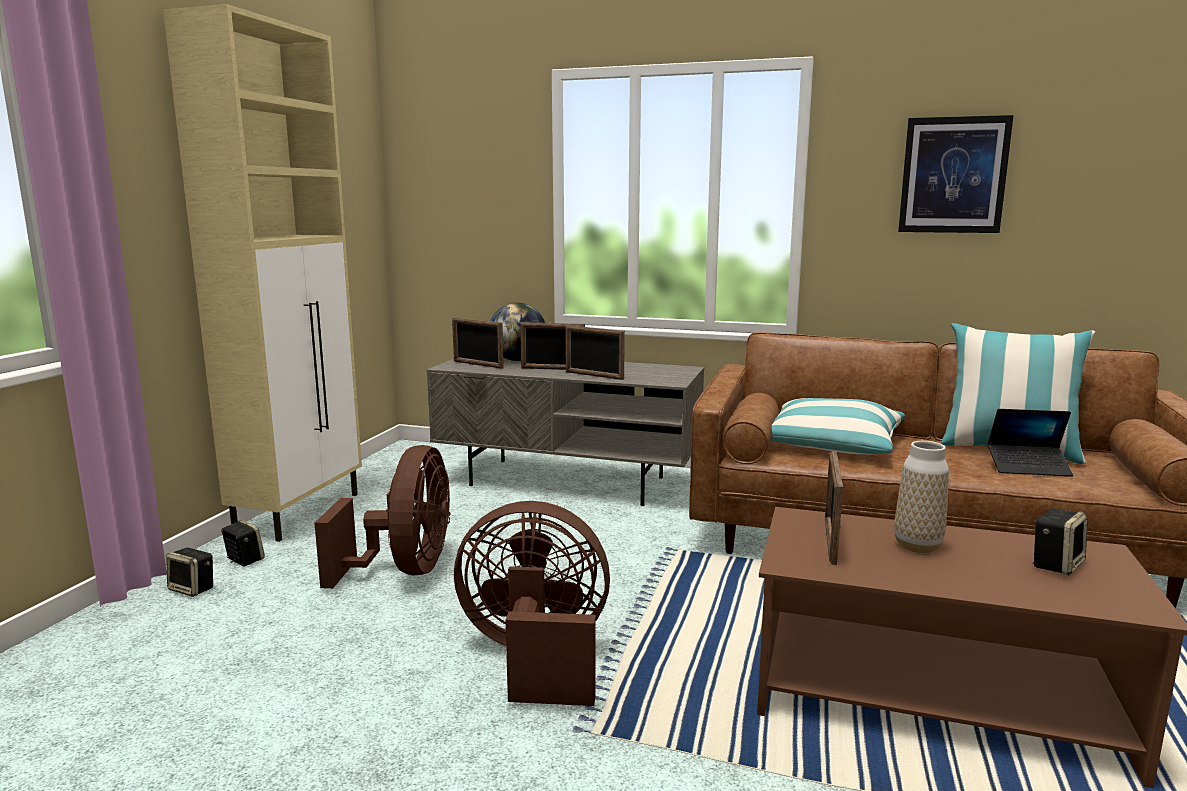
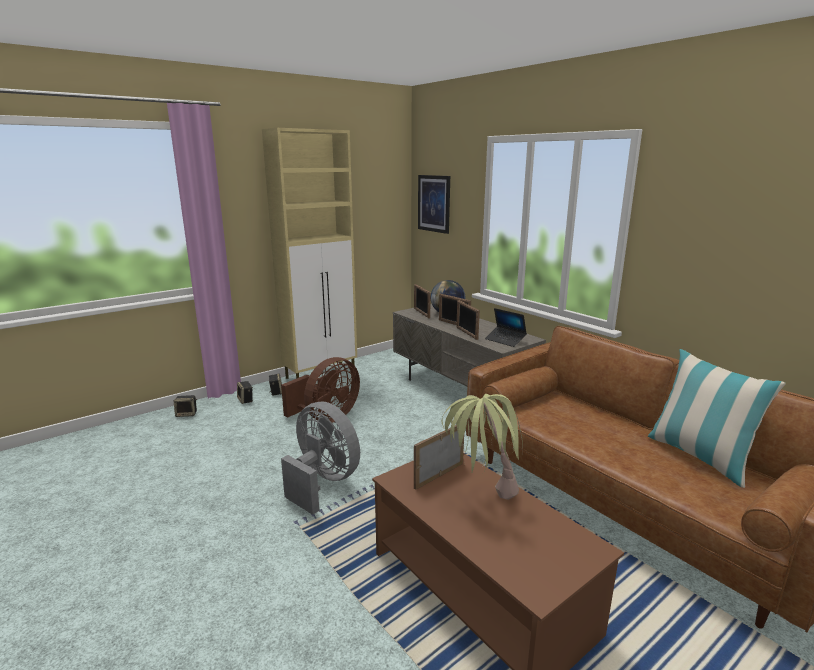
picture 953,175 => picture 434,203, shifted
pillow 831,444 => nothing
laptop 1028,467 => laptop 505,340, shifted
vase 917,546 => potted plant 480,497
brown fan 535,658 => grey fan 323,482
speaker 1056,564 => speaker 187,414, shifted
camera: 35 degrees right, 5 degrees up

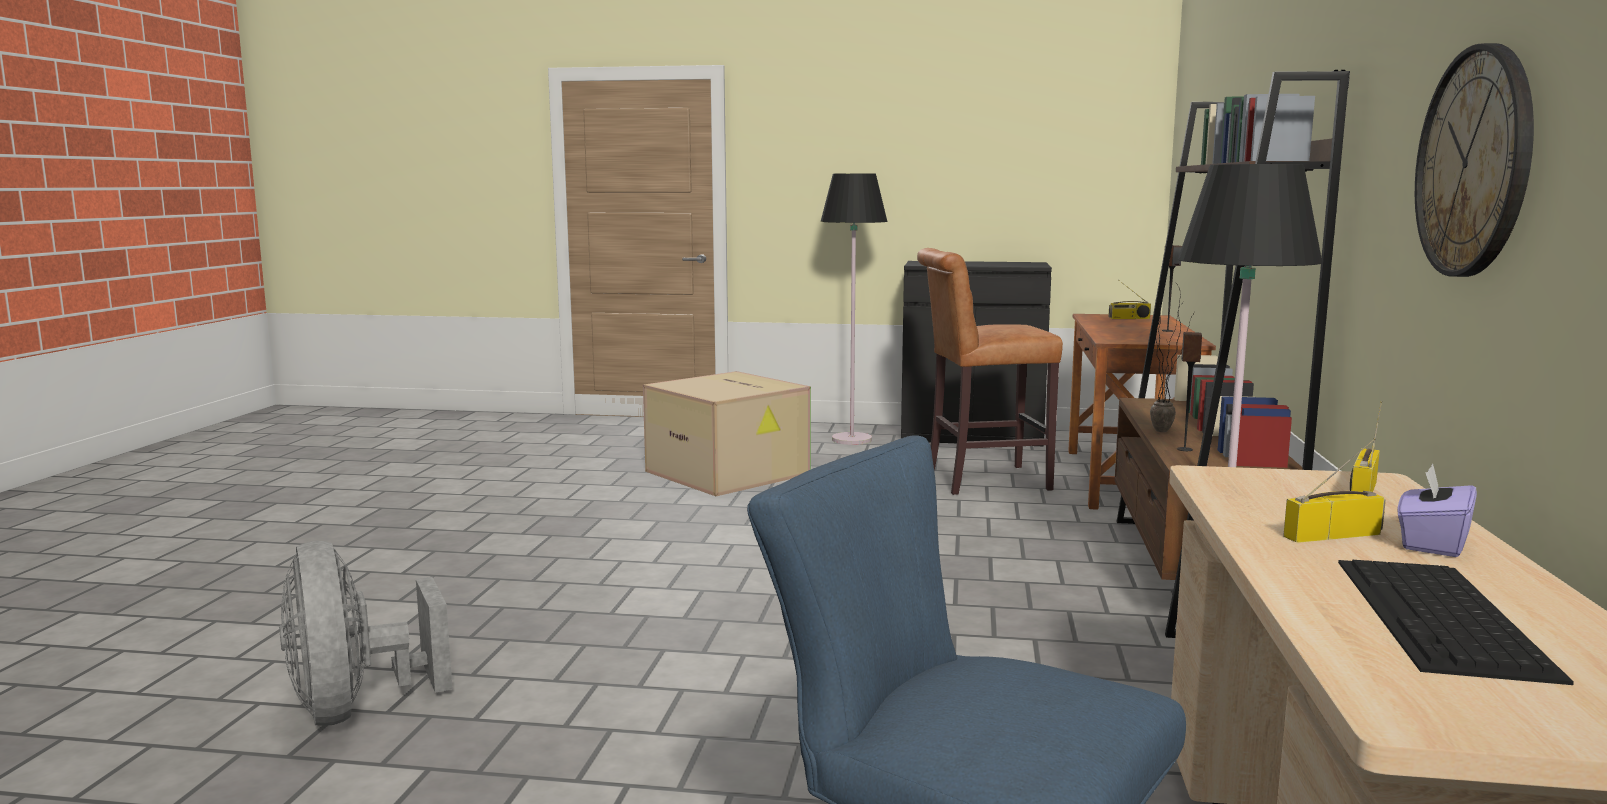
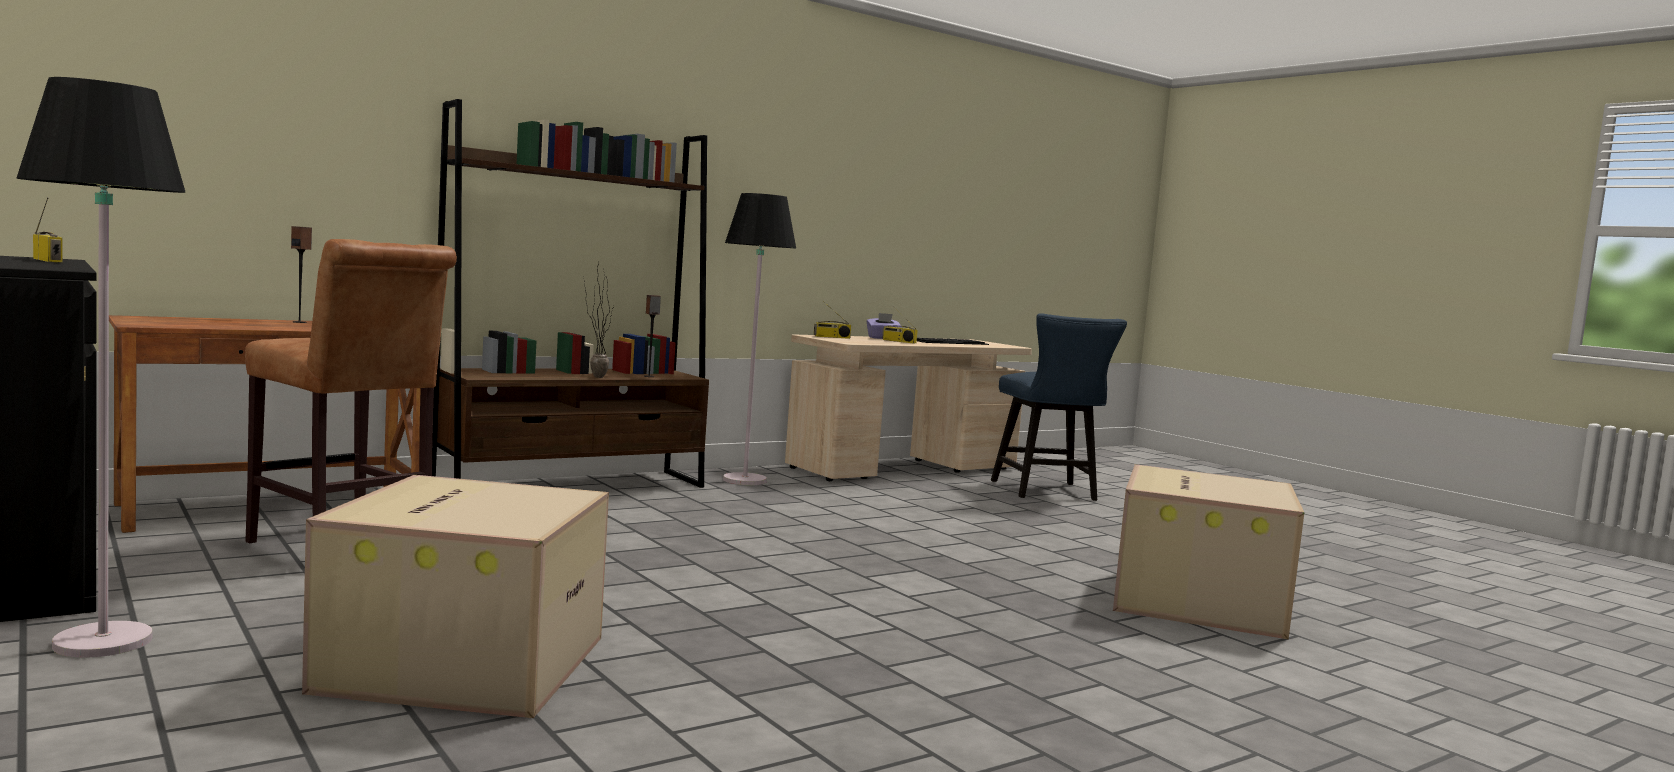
wall clock 1475,162 => nothing
radio 1129,318 => radio 49,260, shifted
grey fan 355,708 => cardboard box 1195,601
camera: 135 degrees left, 5 degrees down

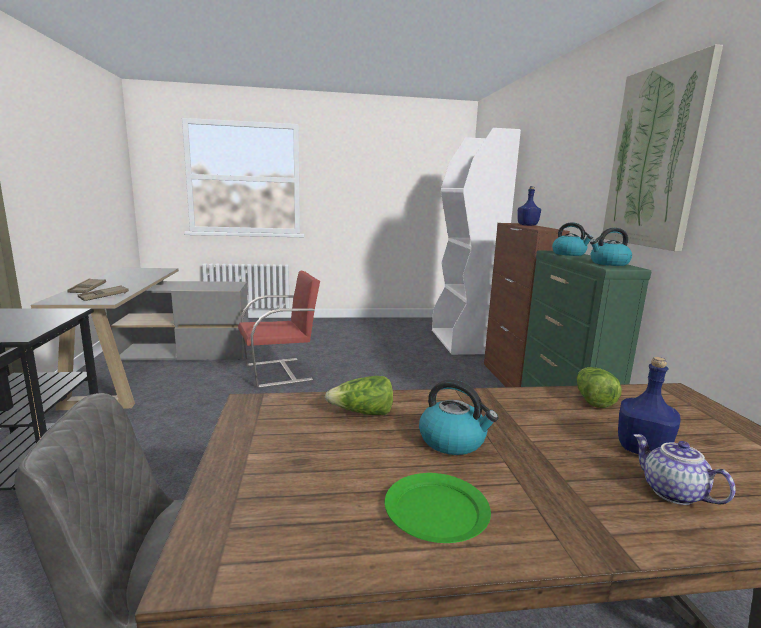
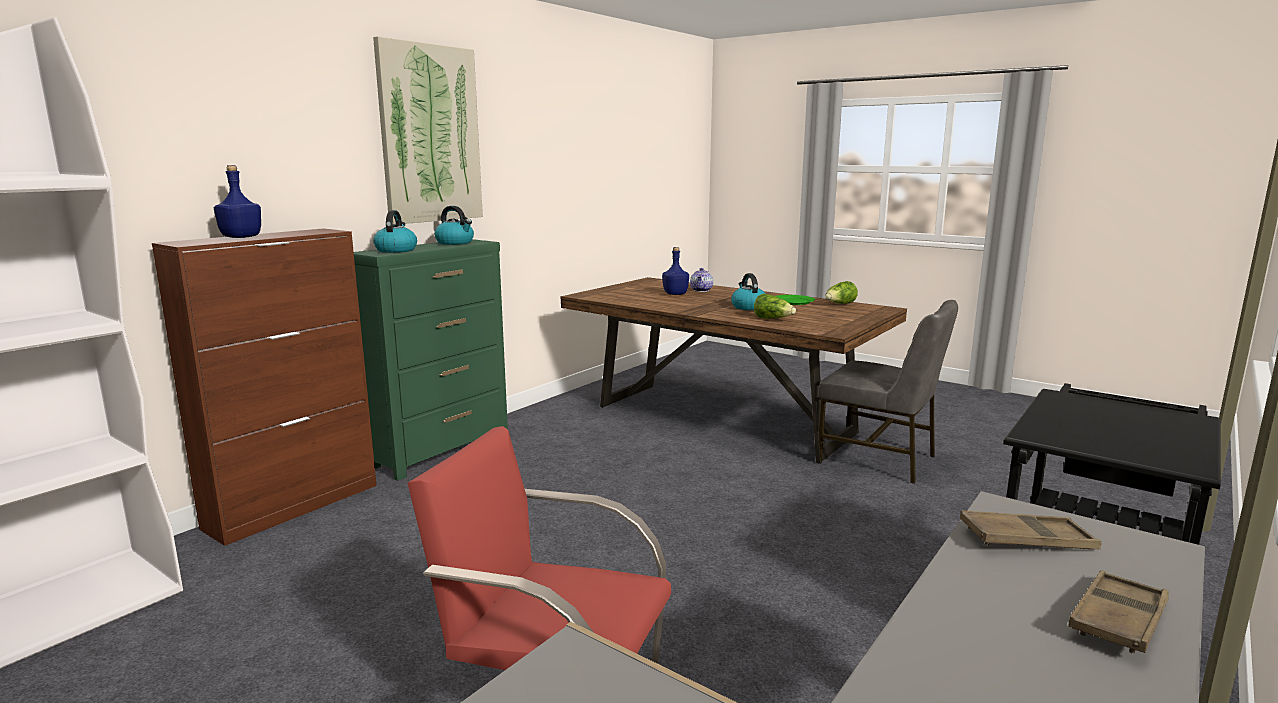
lettuce 592,399 => lettuce 840,304, shifted
camera: 135 degrees left, 0 degrees up

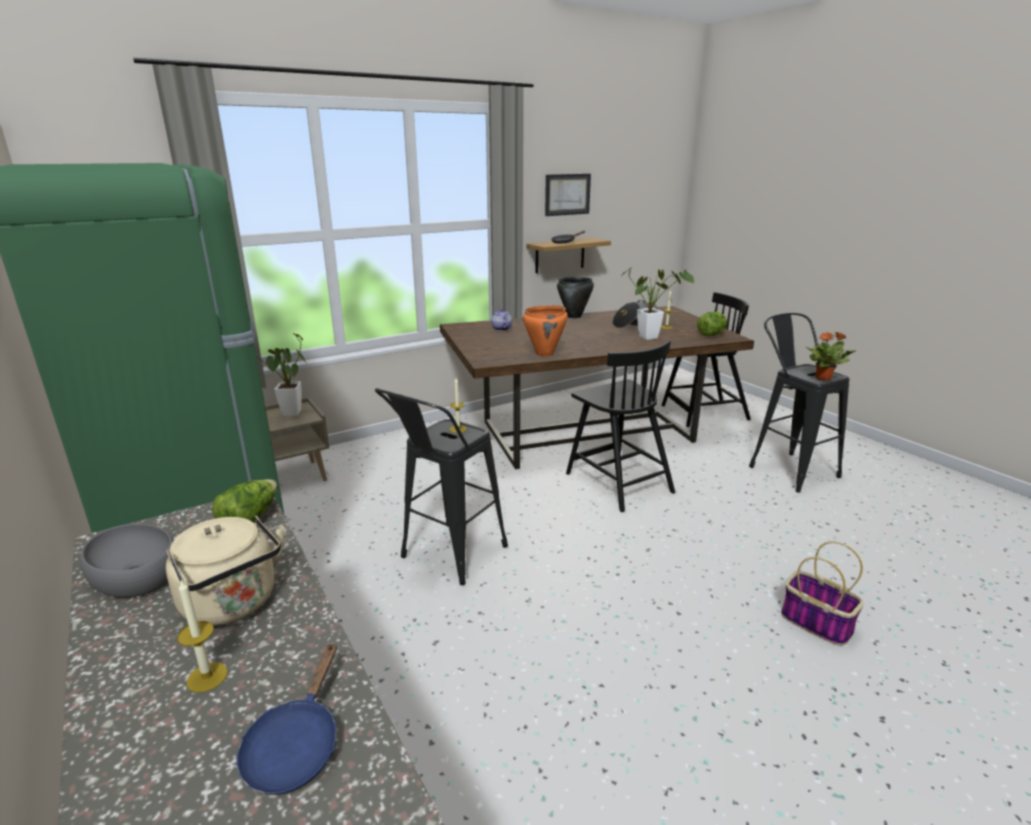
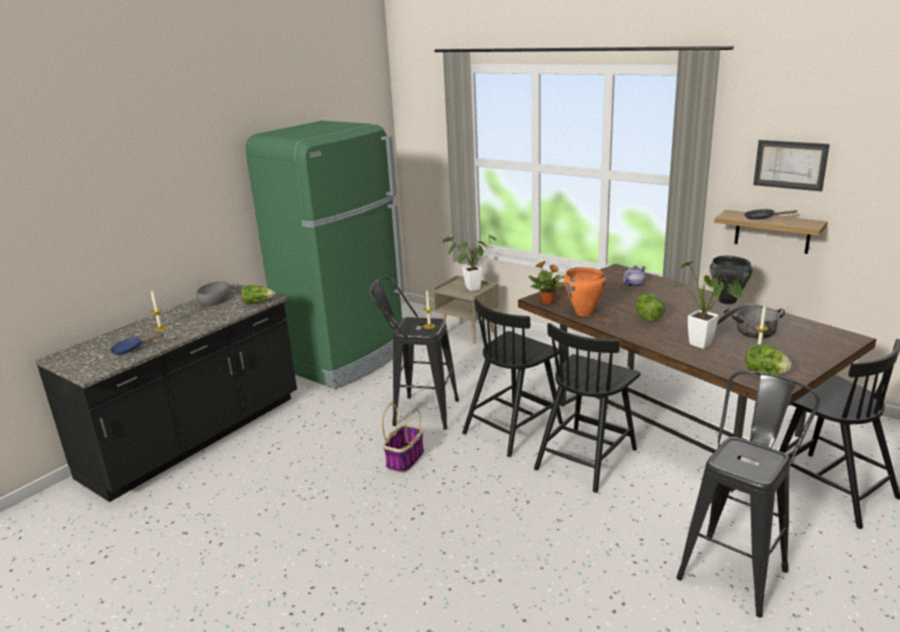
potted plant 823,378 => potted plant 548,302, shifted
beige kettle 234,604 => nothing
basket 814,622 => basket 405,459, shifted
nothing => lettuce 648,318
nothing => black chair 513,427
camera: 70 degrees right, 0 degrees up

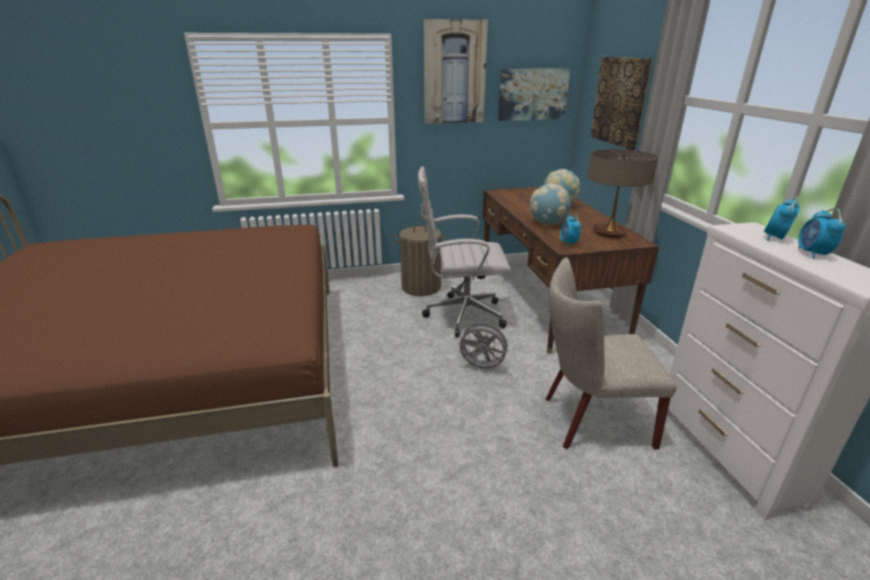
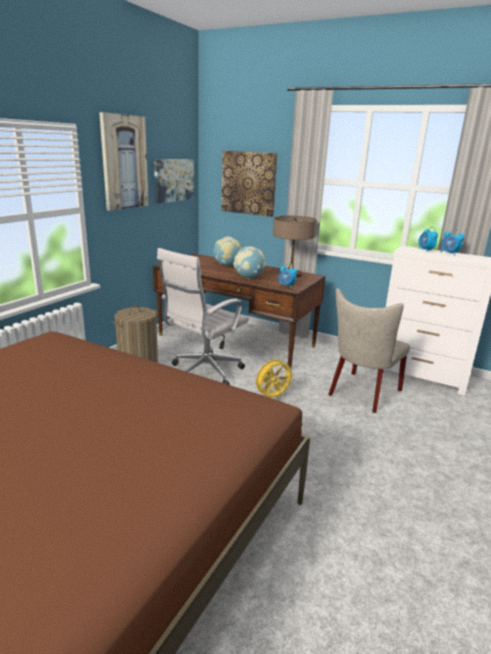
grey fan 482,368 => yellow fan 272,397
camera: 50 degrees left, 5 degrees down

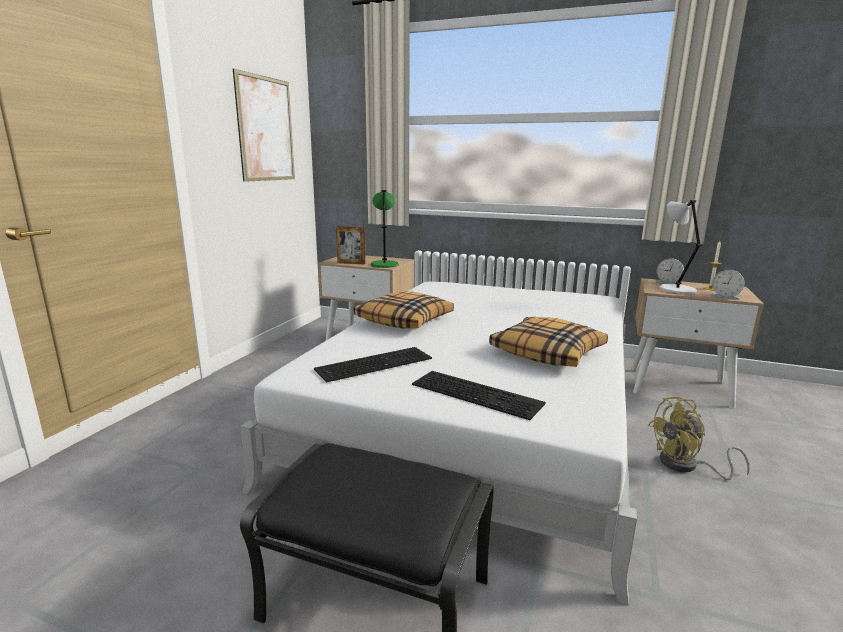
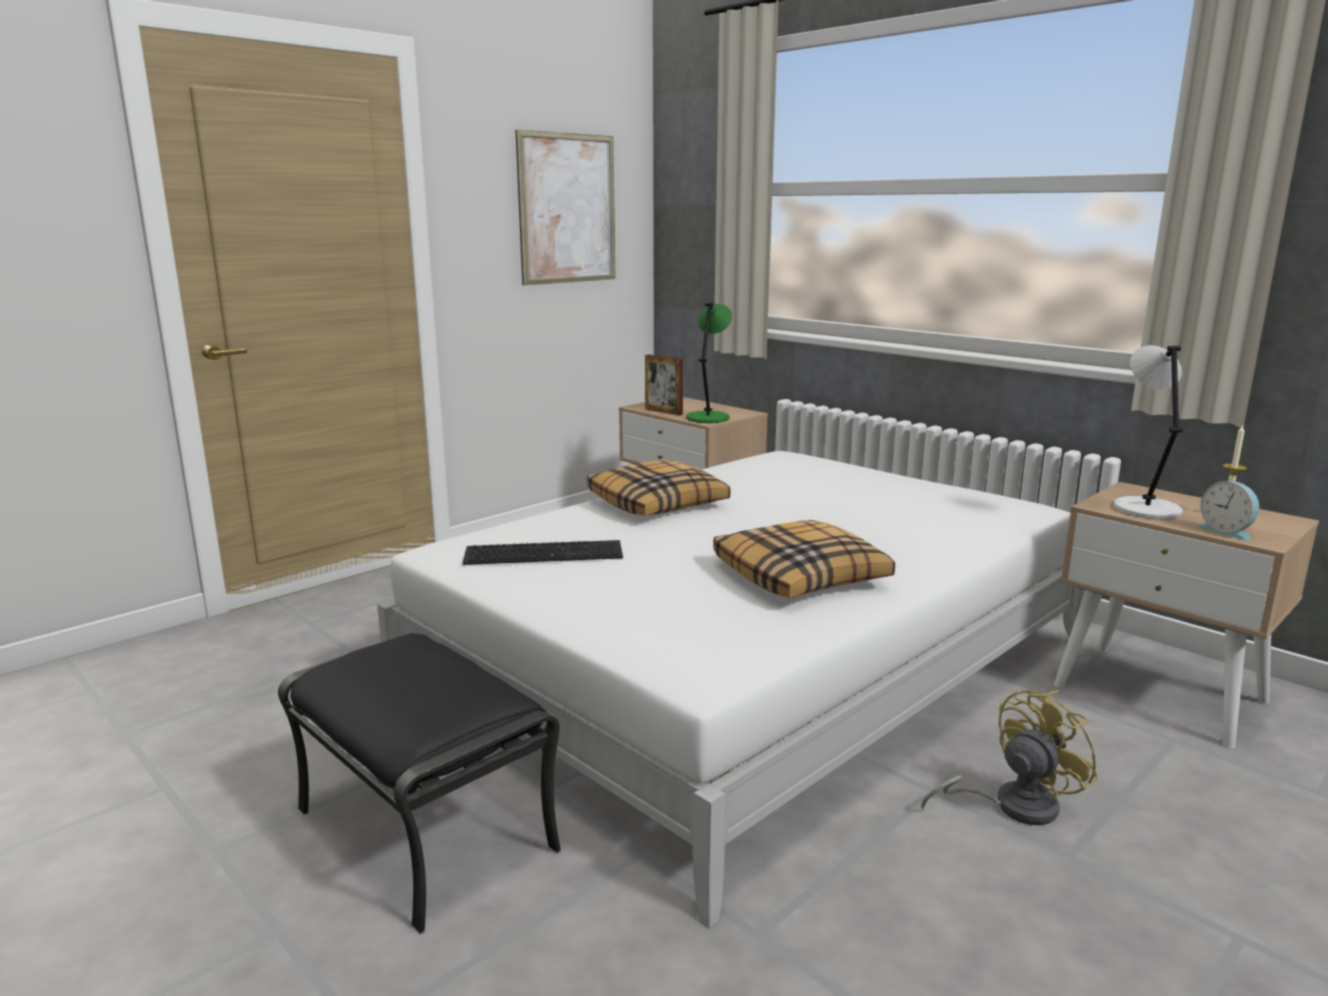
alarm clock 668,282 => nothing
keyboard 478,393 => nothing
yellow fan 686,466 => yellow fan 1011,806, 135 degrees clockwise
camera: 25 degrees right, 0 degrees up

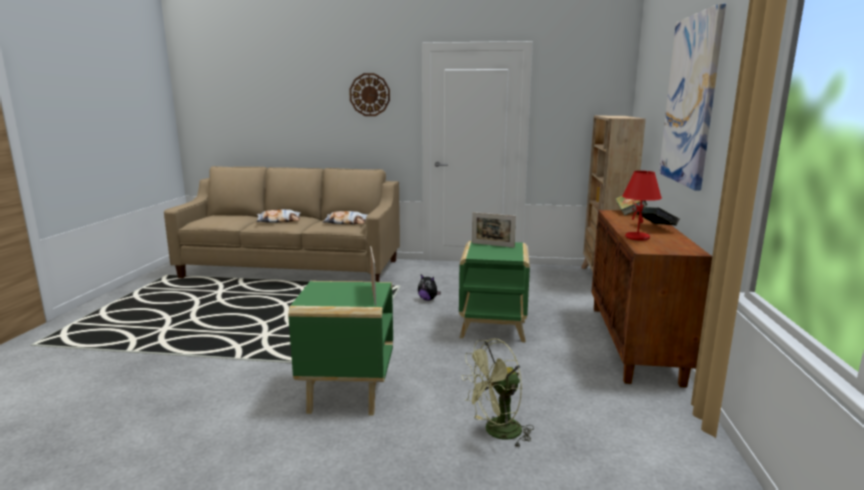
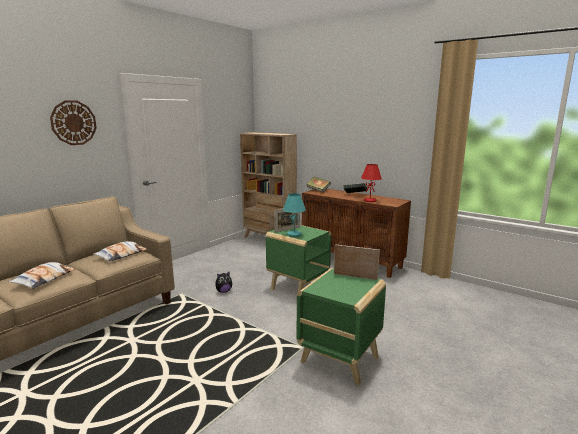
picture 690,100 => nothing
green fan 496,432 => nothing
nothing => turquoise table lamp 294,234
camera: 60 degrees left, 0 degrees up

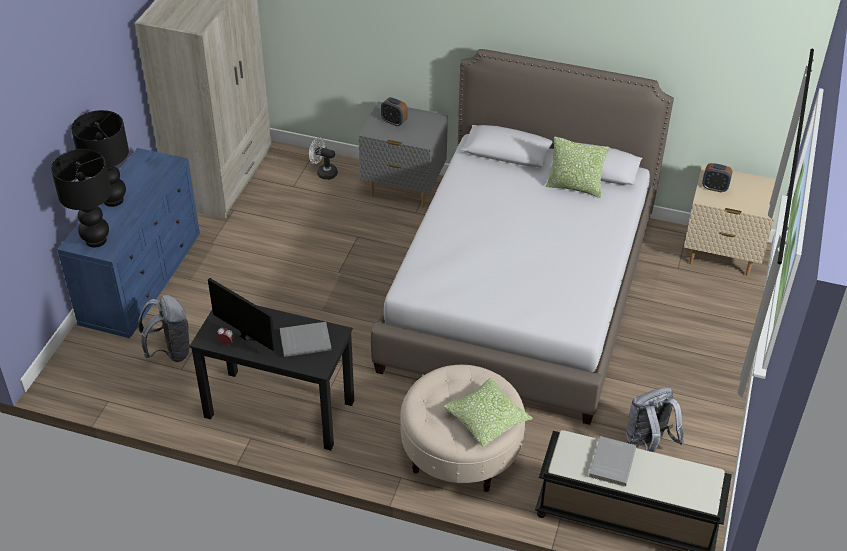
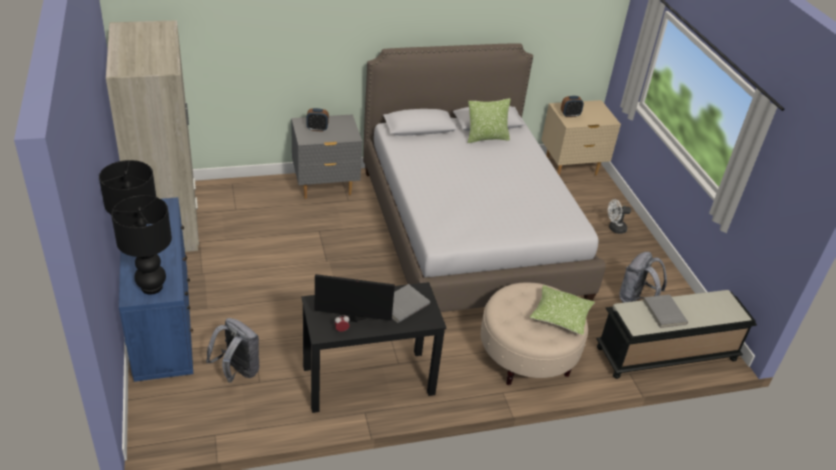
white fan 323,172 => white fan 614,228, shifted
camera: 35 degrees left, 5 degrees down

